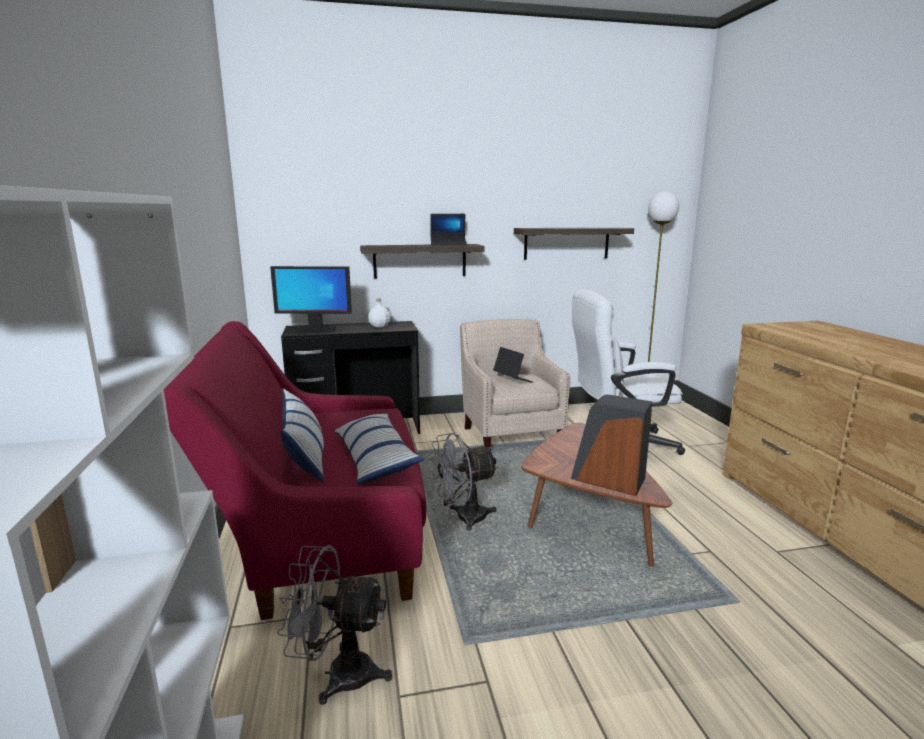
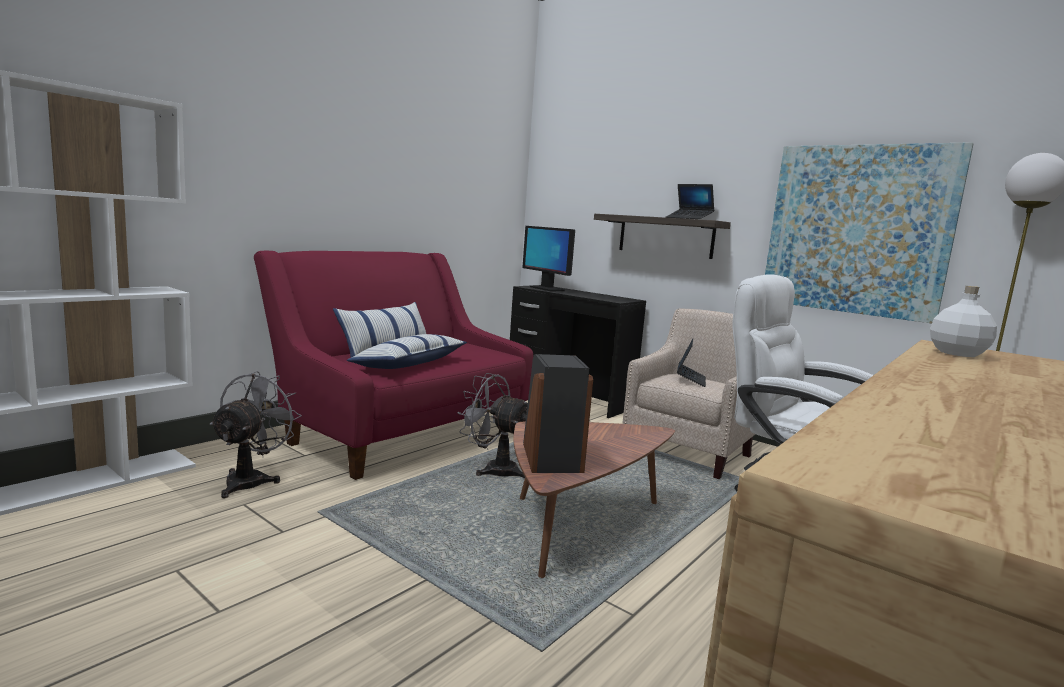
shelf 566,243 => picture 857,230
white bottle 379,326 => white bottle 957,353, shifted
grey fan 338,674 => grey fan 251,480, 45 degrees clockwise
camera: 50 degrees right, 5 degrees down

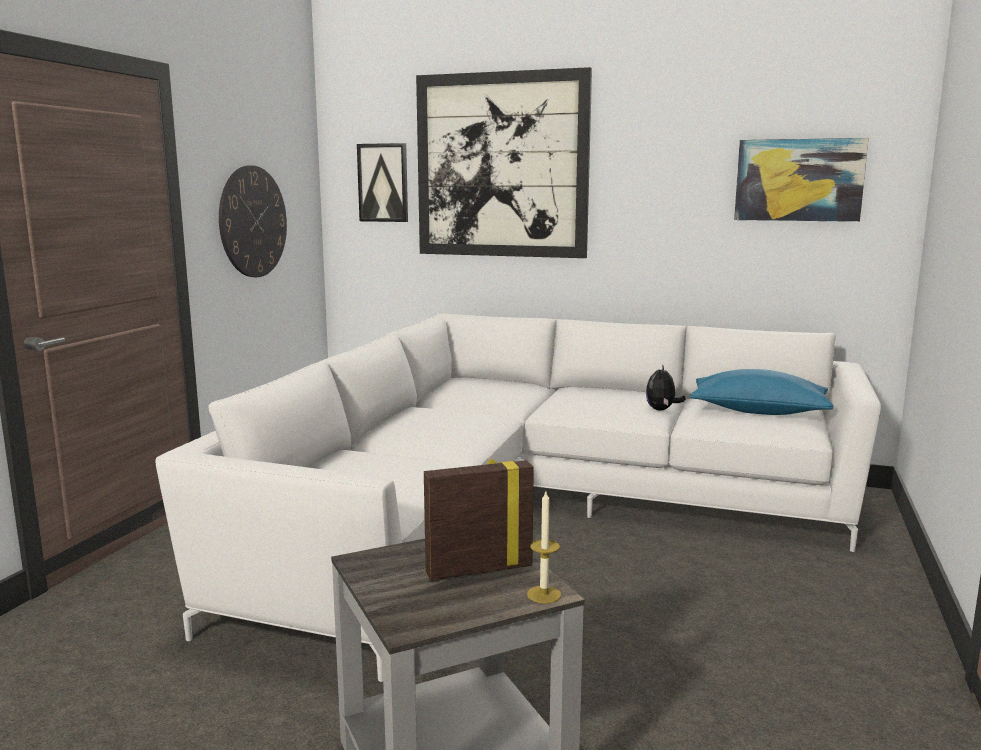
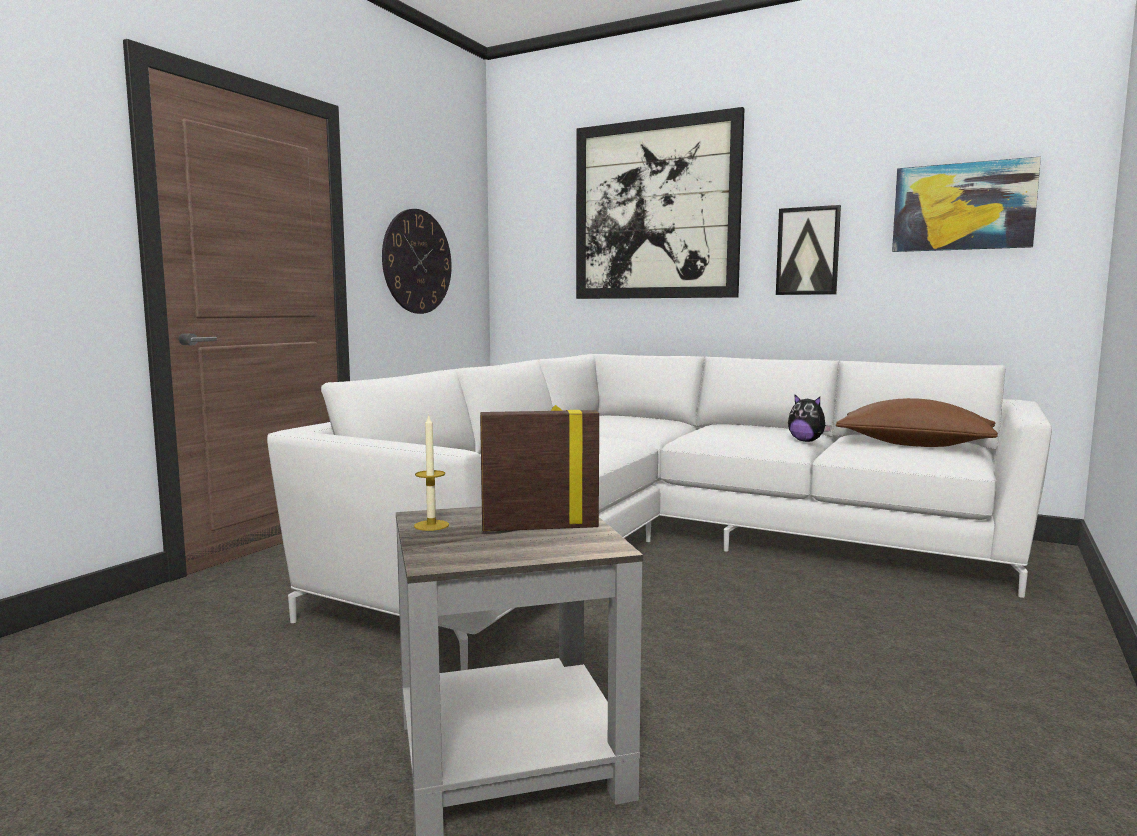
picture 383,183 => picture 808,251, shifted
plush toy 662,410 => plush toy 806,441, 75 degrees counterclockwise
blue pillow 758,412 => brown pillow 914,445
candle 544,594 => candle 431,525, shifted
camera: 10 degrees right, 5 degrees down

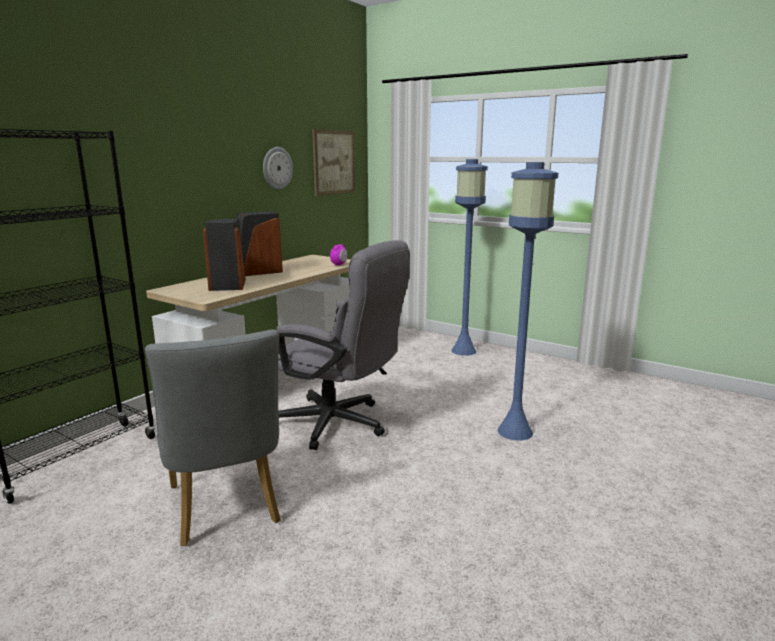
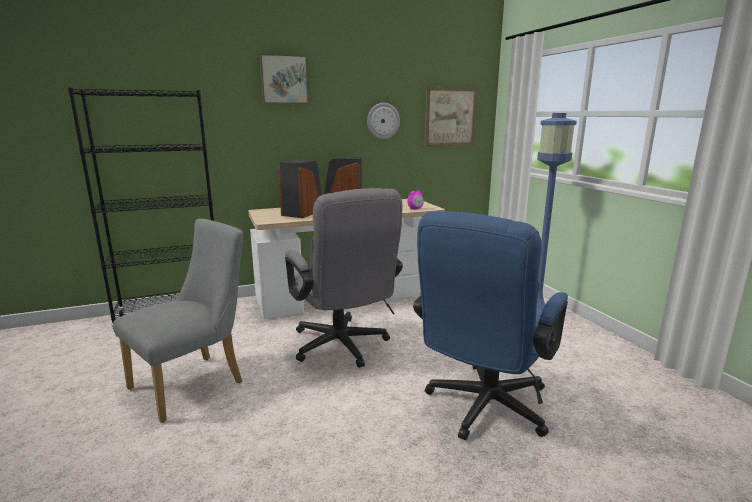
blue floor lamp 514,432 => blue office chair 483,409
grey chair 226,509 => grey chair 195,382, 150 degrees counterclockwise
nothing => picture 284,79
camera: 35 degrees right, 0 degrees up

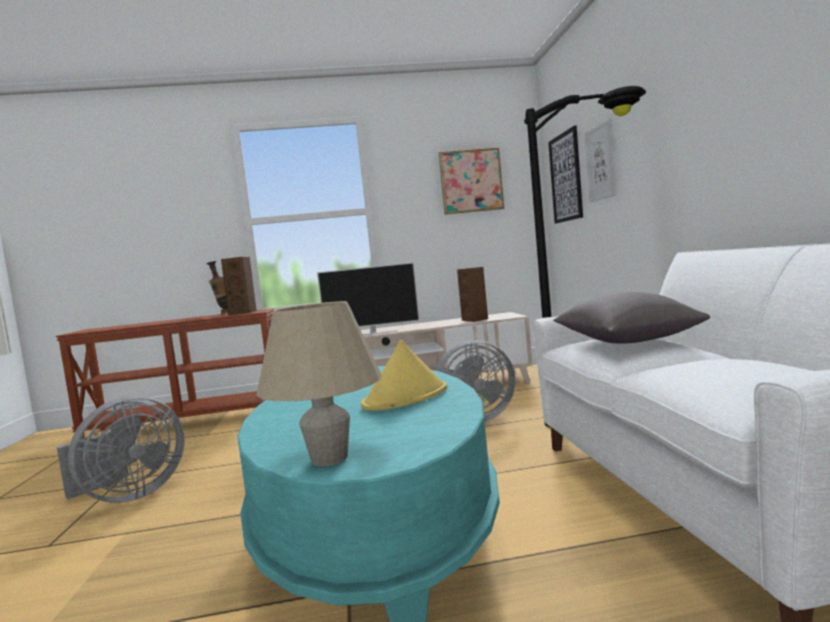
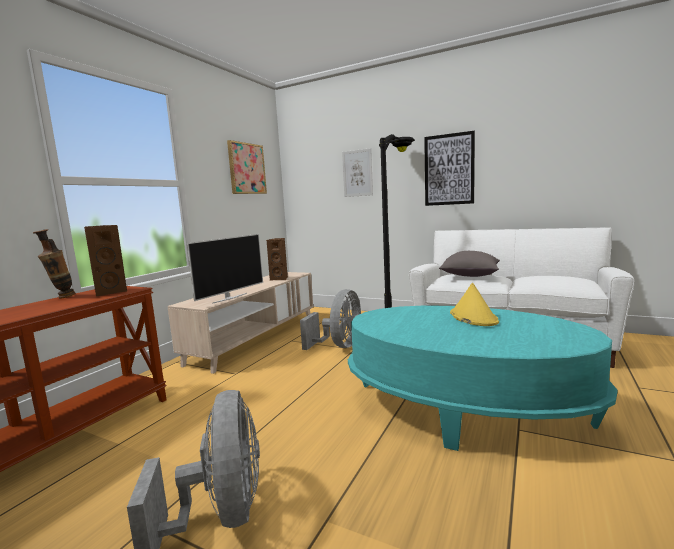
picture 566,177 => picture 449,169, shifted
beige table lamp 329,458 => nothing
camera: 55 degrees left, 5 degrees up

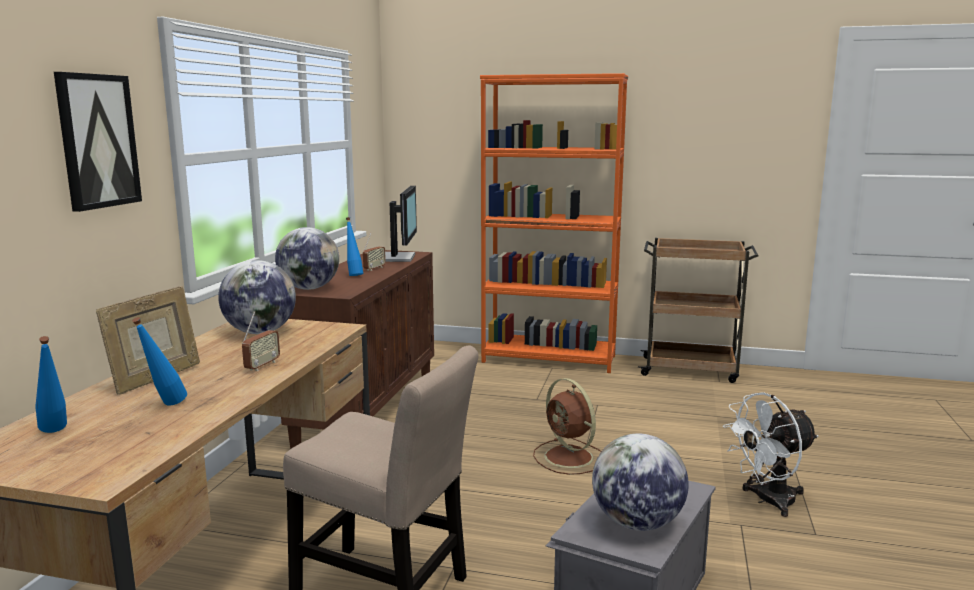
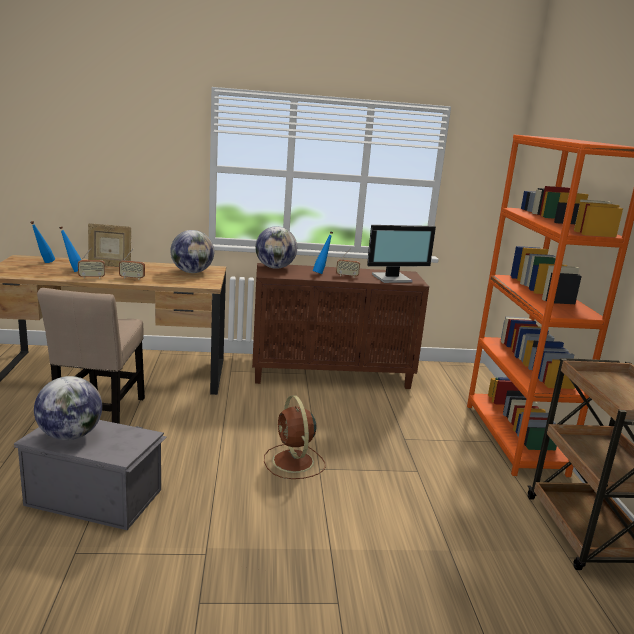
picture 97,141 => nothing
brown fan 570,458 => brown fan 293,462, 60 degrees counterclockwise
white fan 767,501 => nothing
nothing => radio 92,277
camera: 70 degrees right, 5 degrees up

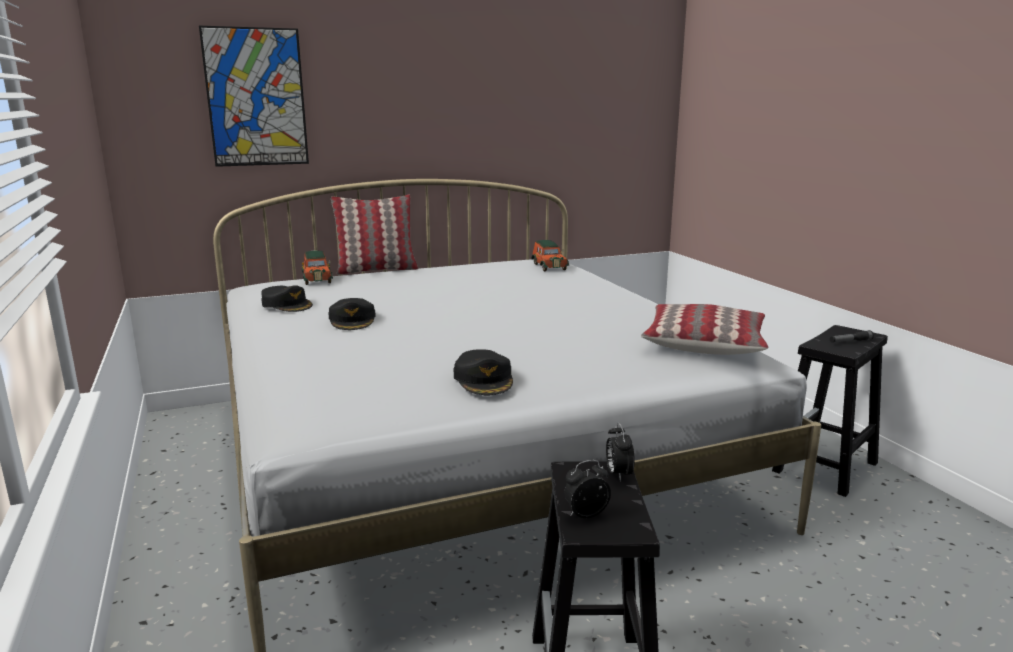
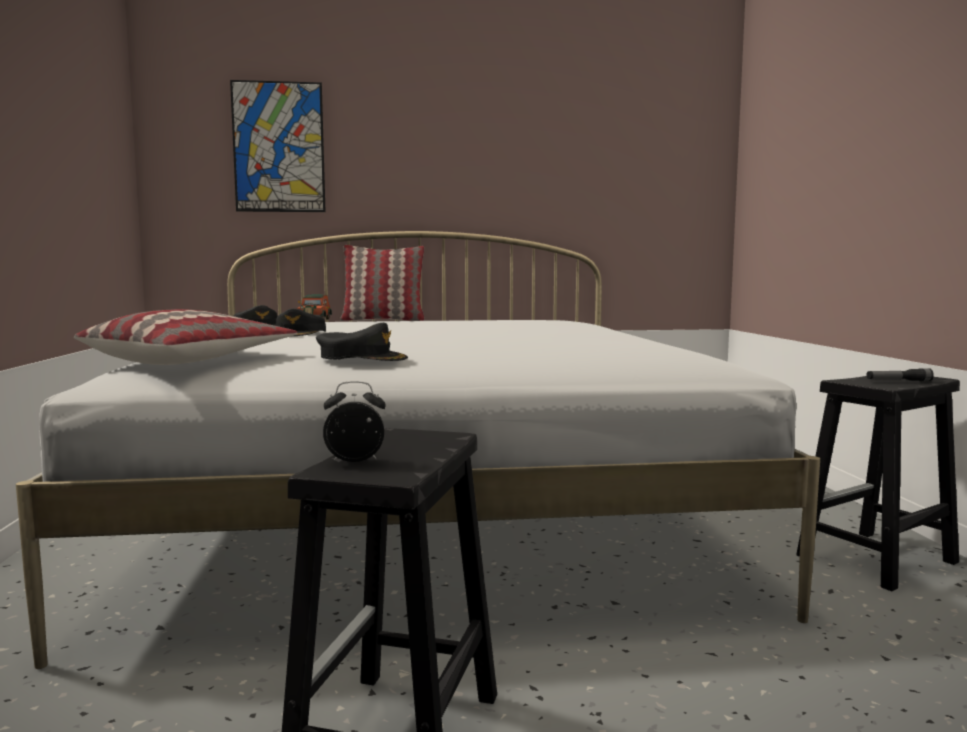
toy car 548,266 => nothing
pillow 704,343 => pillow 190,360, shifted
black cap 484,379 => black cap 362,357, 75 degrees counterclockwise
alarm clock 618,474 => nothing
camera: 15 degrees right, 10 degrees down

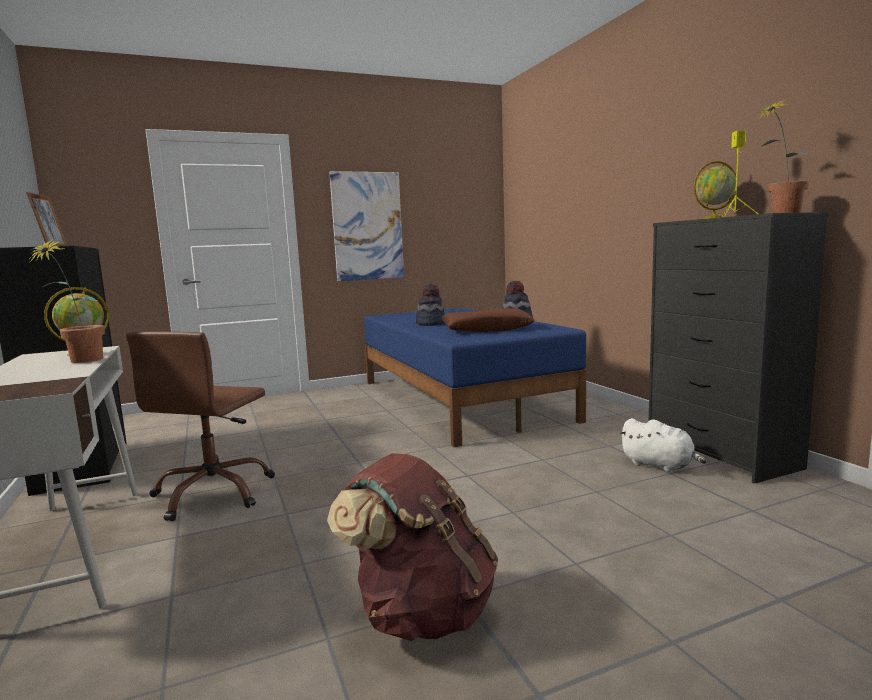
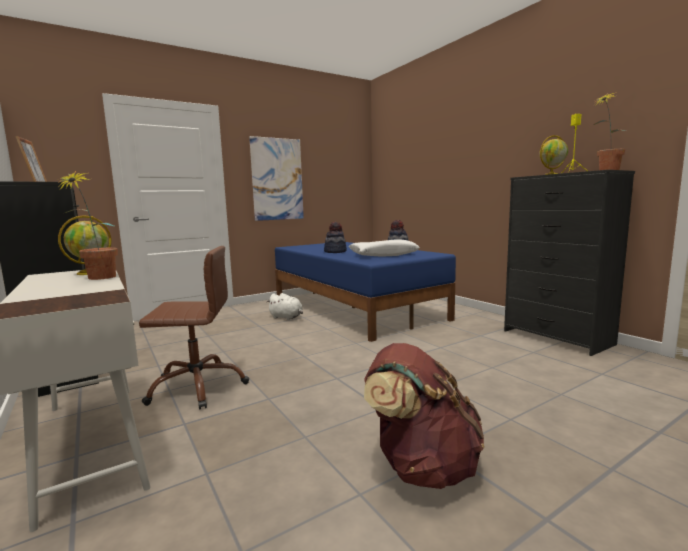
brown pillow 486,329 => white pillow 383,255
brown office chair 214,493 => brown office chair 197,386, 105 degrees counterclockwise
white plush toy 659,465 => white plush toy 287,317, shifted
camera: 10 degrees left, 0 degrees up

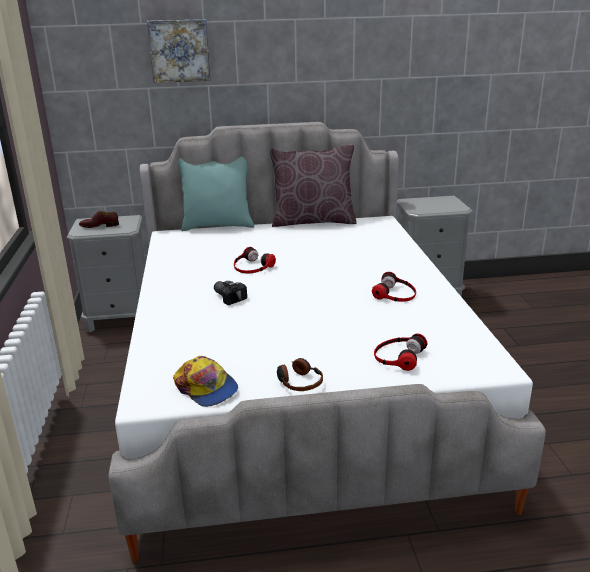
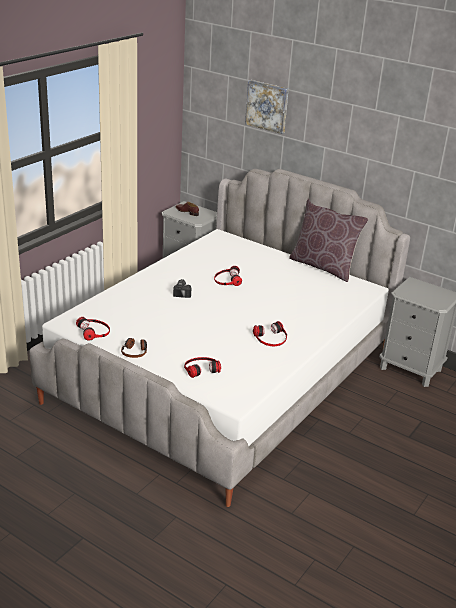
turquoise pillow 217,226 => nothing
cap 206,388 => headphones 94,331
camera: 40 degrees right, 5 degrees up

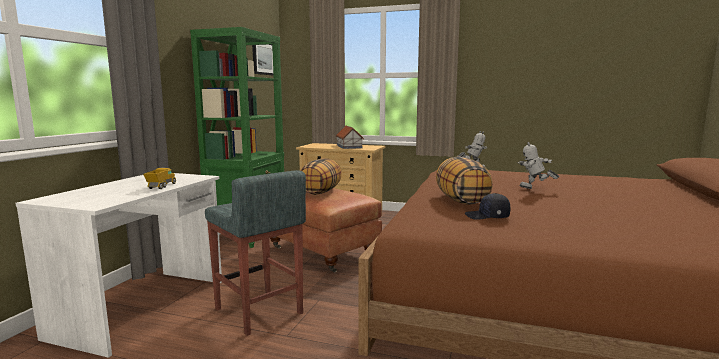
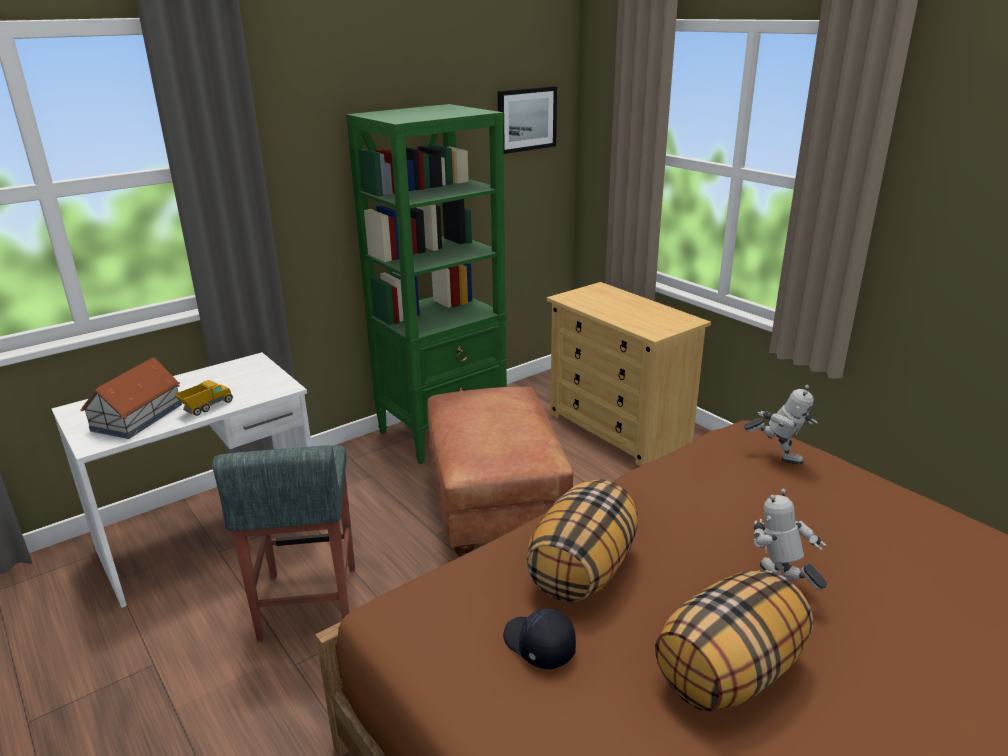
toy house 349,146 => toy house 138,417, shifted
pillow 320,192 => pillow 729,674, shifted
camera: 35 degrees right, 15 degrees up

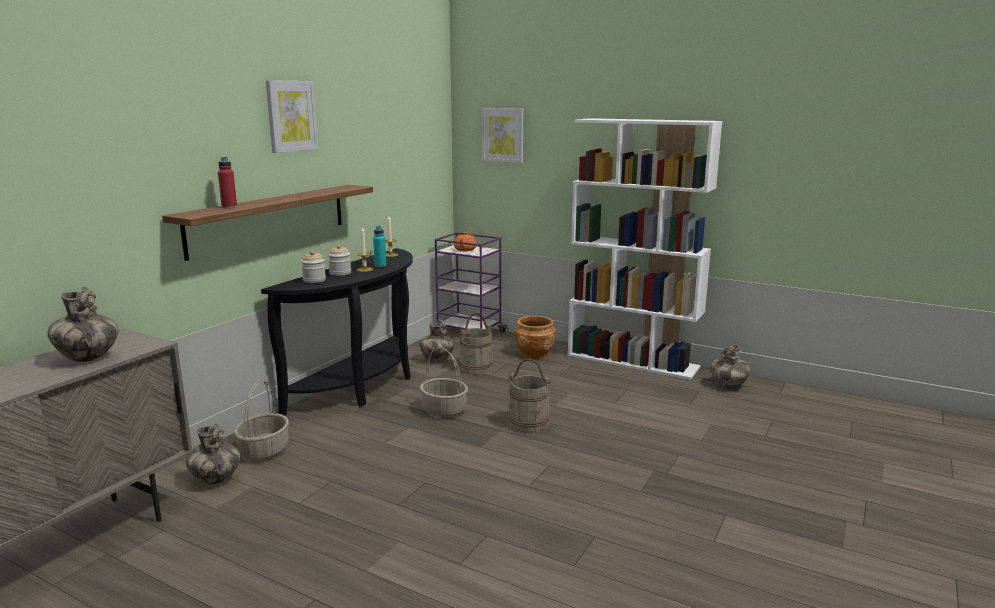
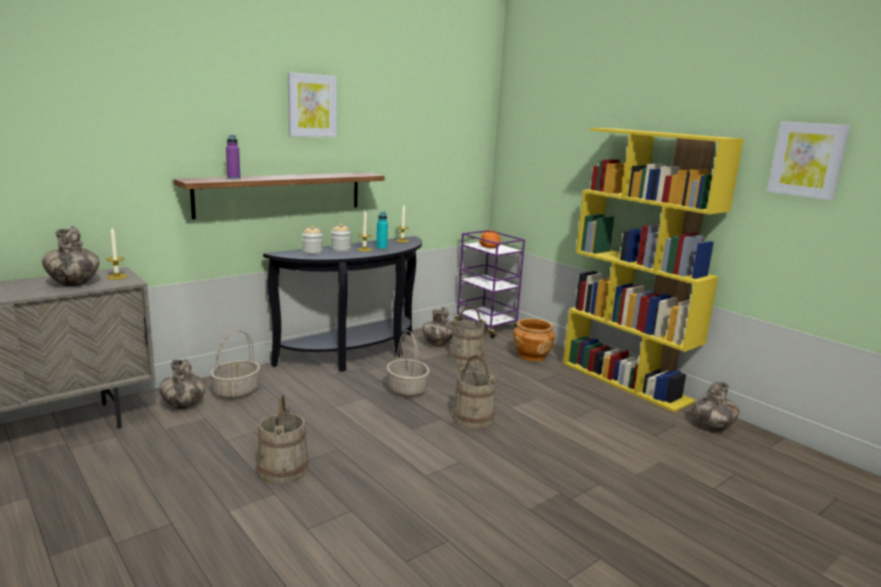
picture 503,135 => picture 807,160, shifted
white bookcase 633,361 => yellow bookcase 626,382
red bottle 229,207 => purple bottle 233,178
nothing => candle 117,276
nothing => beige bucket 283,469
camera: 20 degrees right, 0 degrees up

